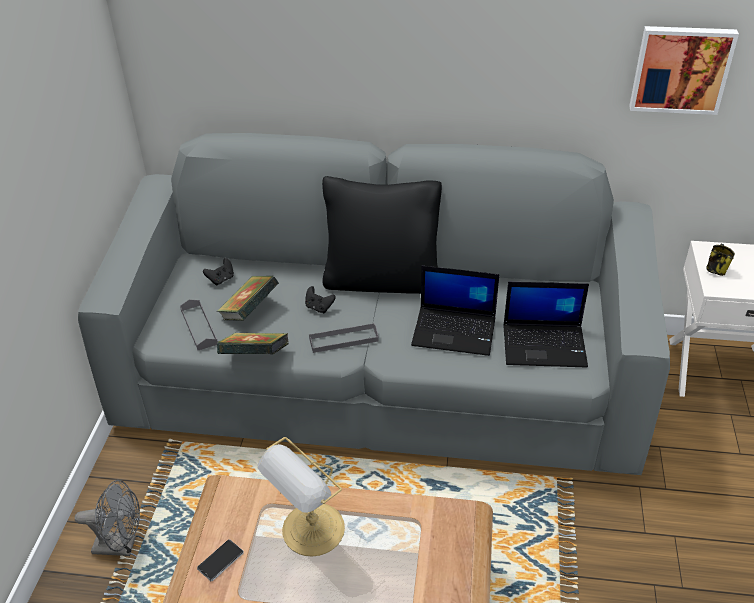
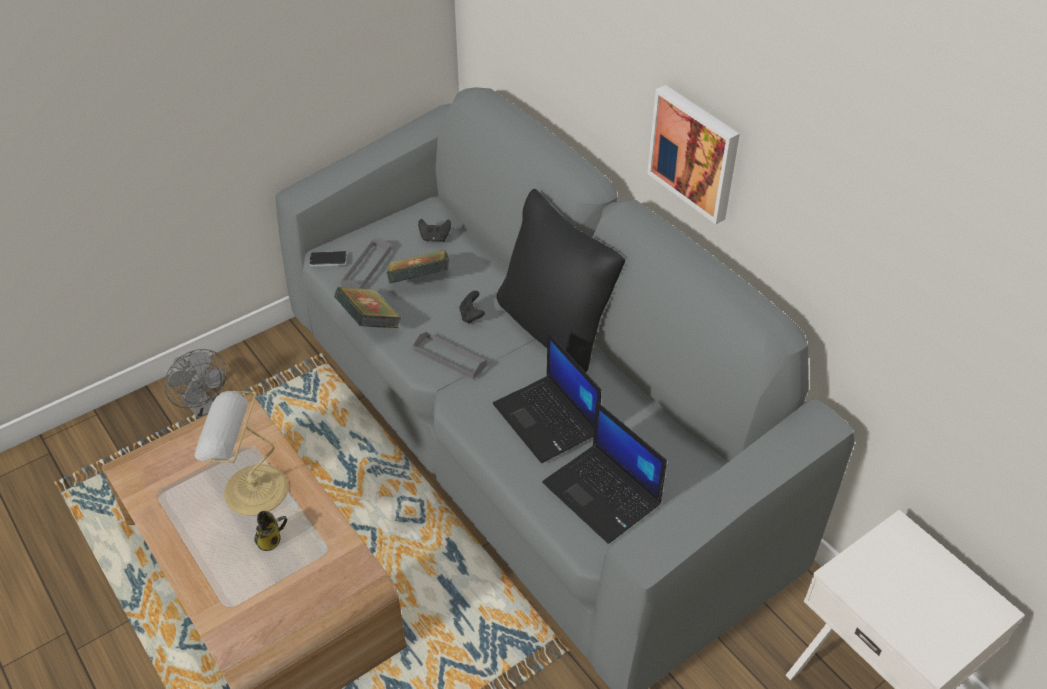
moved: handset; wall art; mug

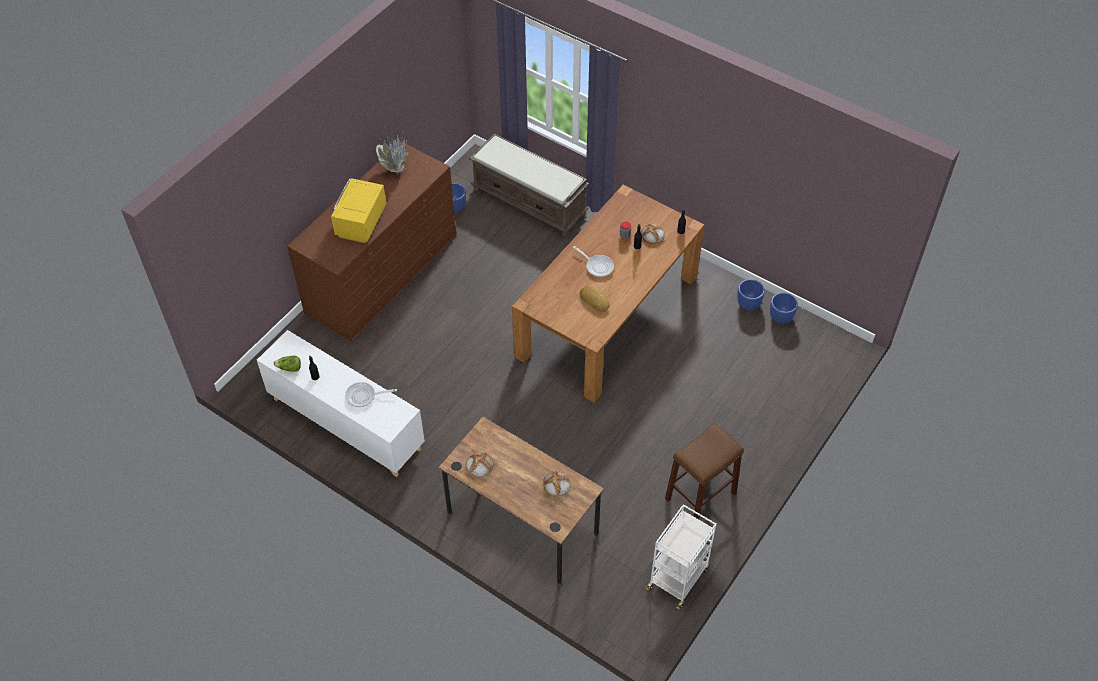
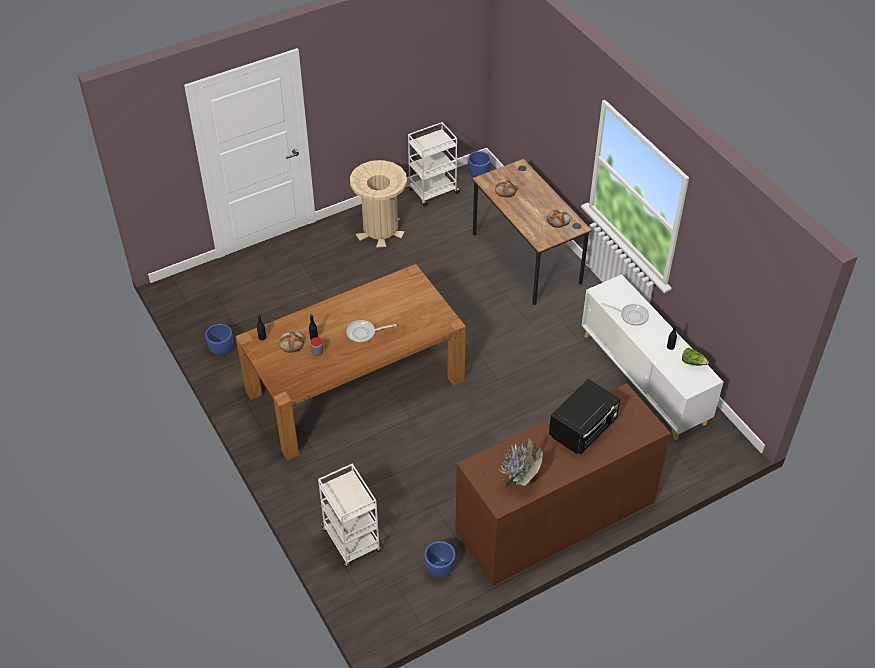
removed: baked bread (3rd from left)
moved: bluish plant pot (3rd from left)
replaced: brownish indoor bench to white wheeled cart (1st from left); brownish sitting stool to beige-coloured trash can
recoloured: yellowish microwave oven to black-coloured microwave oven
turned: skillet (2nd from left in the first image) 75 degrees counterclockwise

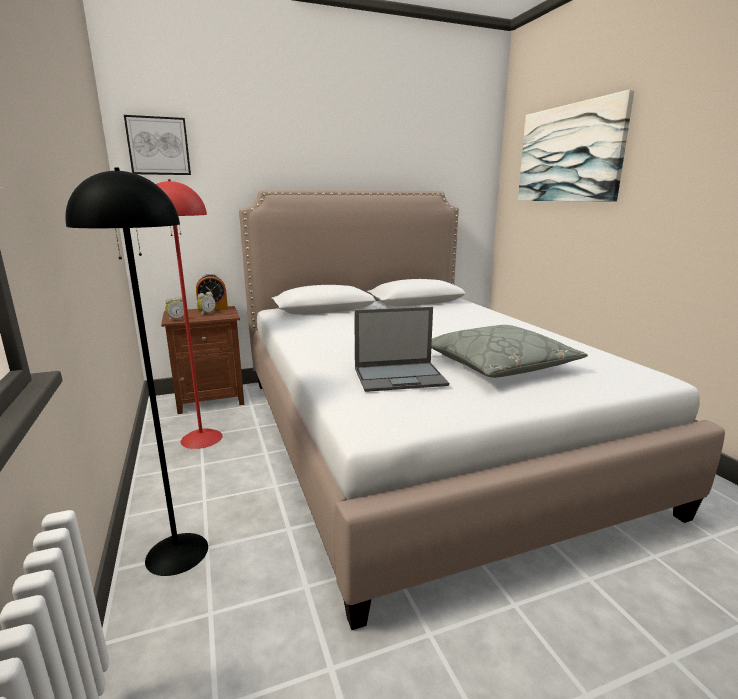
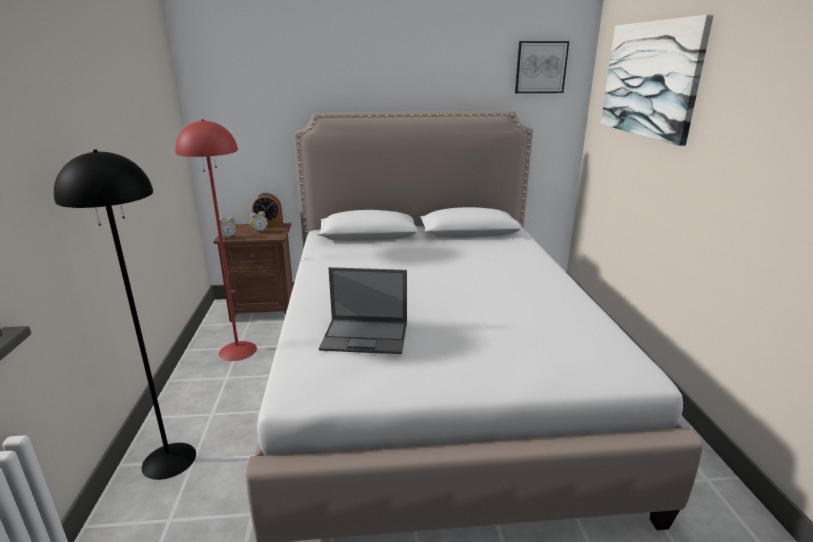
removed: grey pillow
moved: wall art (1st from left)

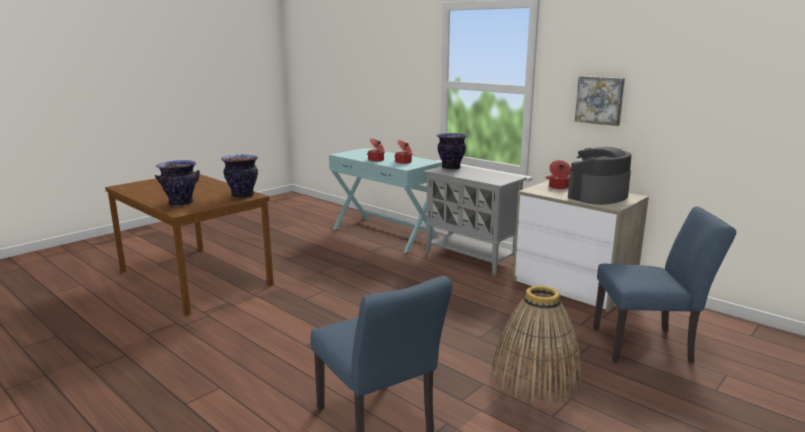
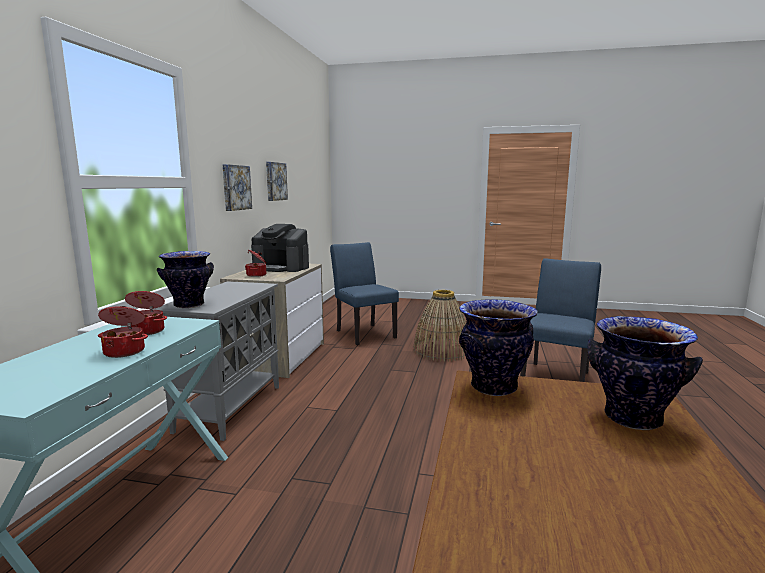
added: wall art (2nd from left)

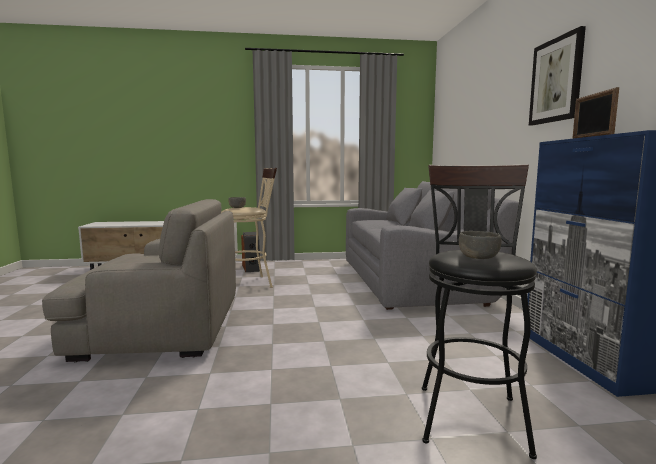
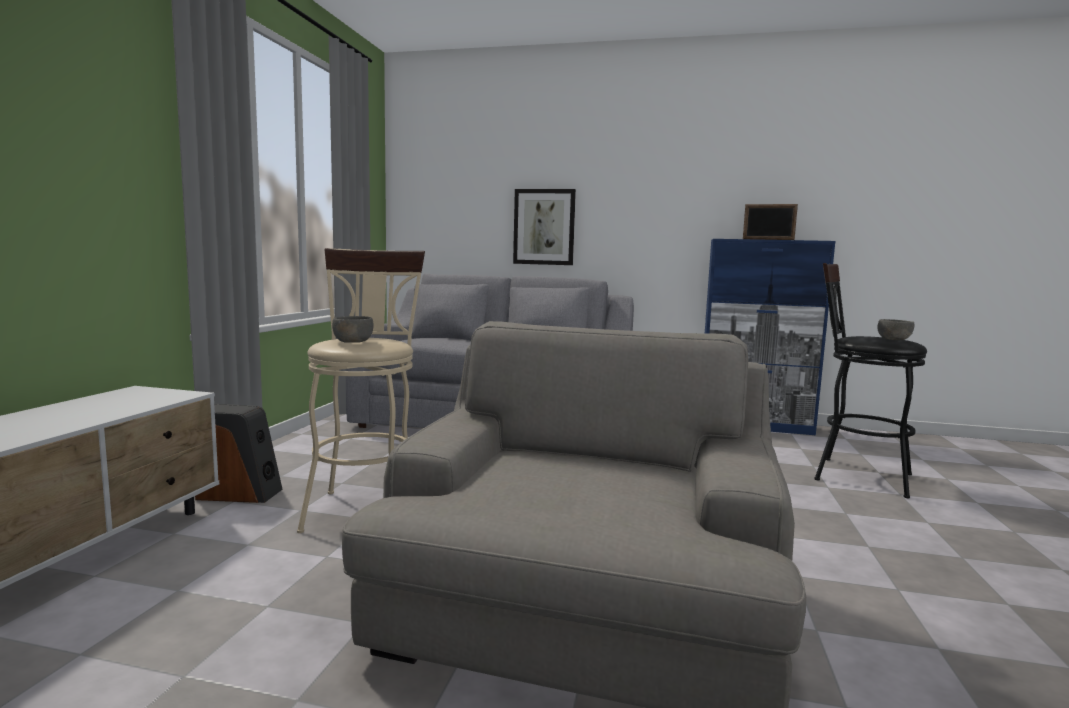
moved: wall art

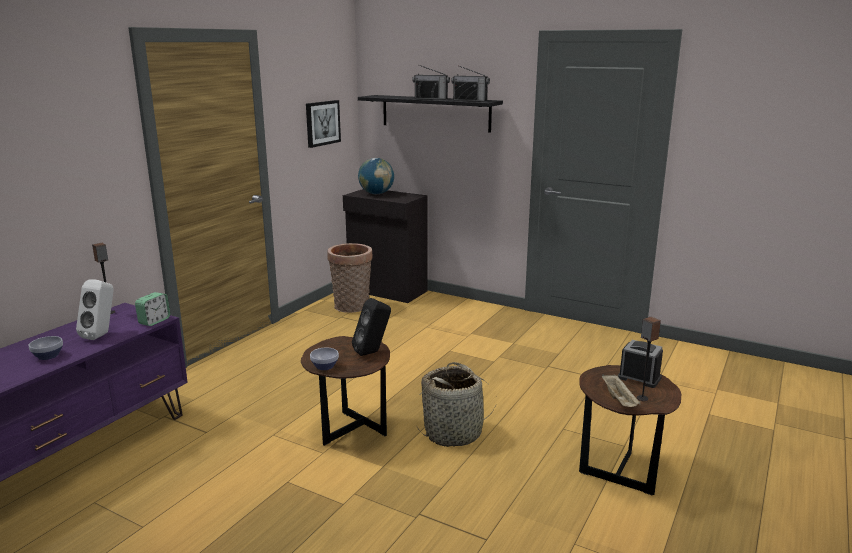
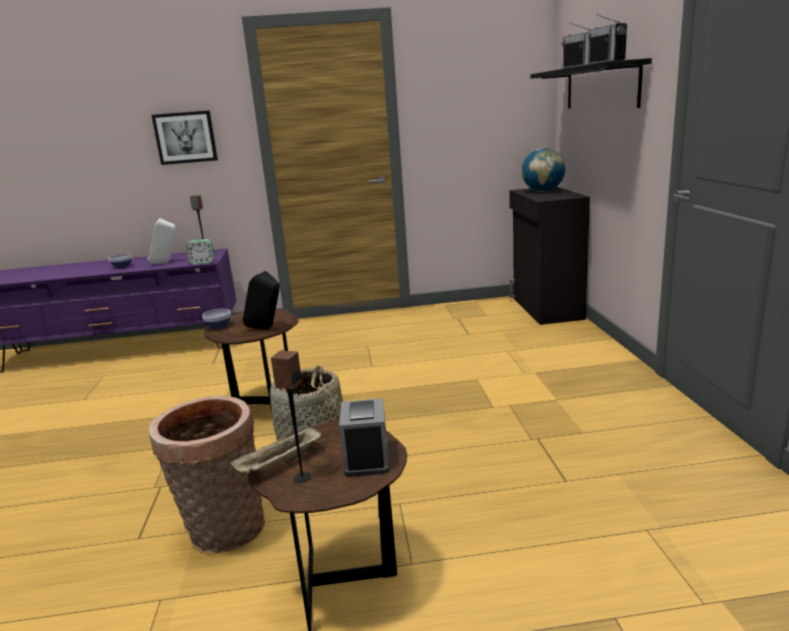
moved: wall art; household basket (1st from left)

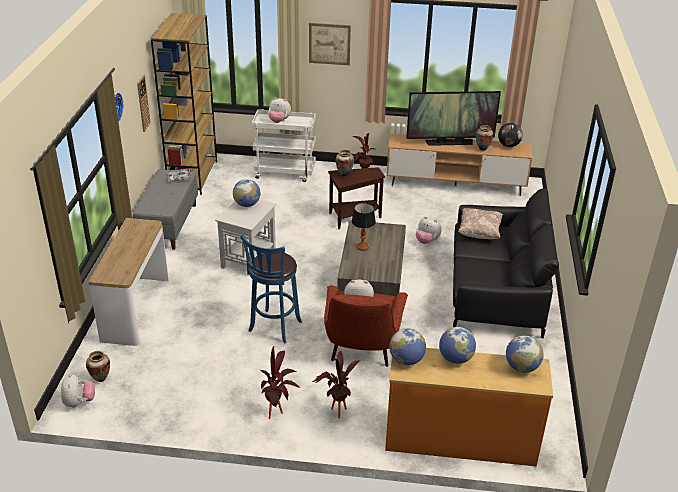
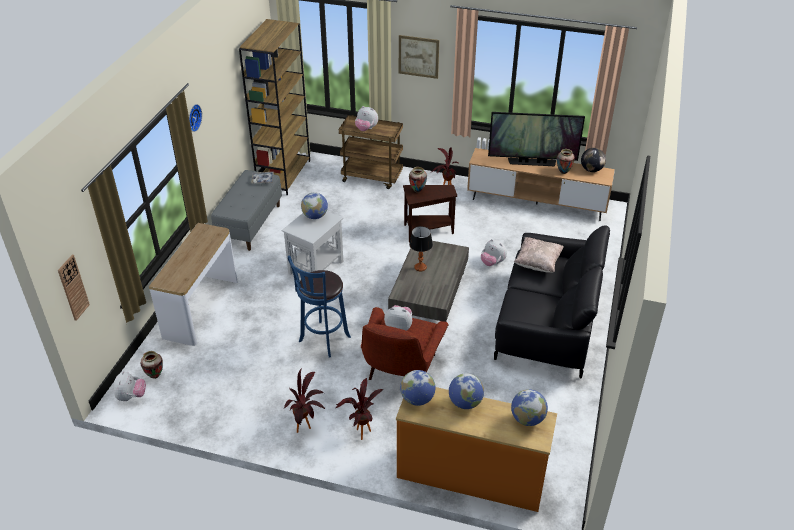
moved: hanging clock (2nd from left in the first image) to hanging clock (1st from left)
recoloured: white wheeled cart to brownish wheeled cart

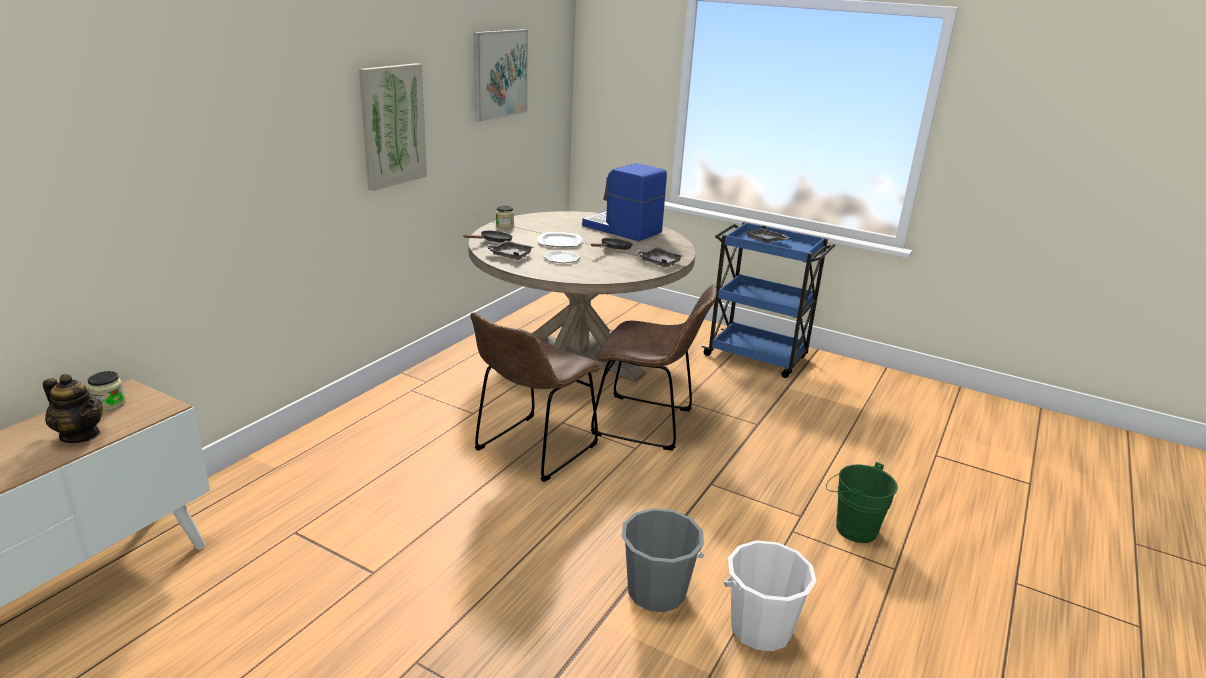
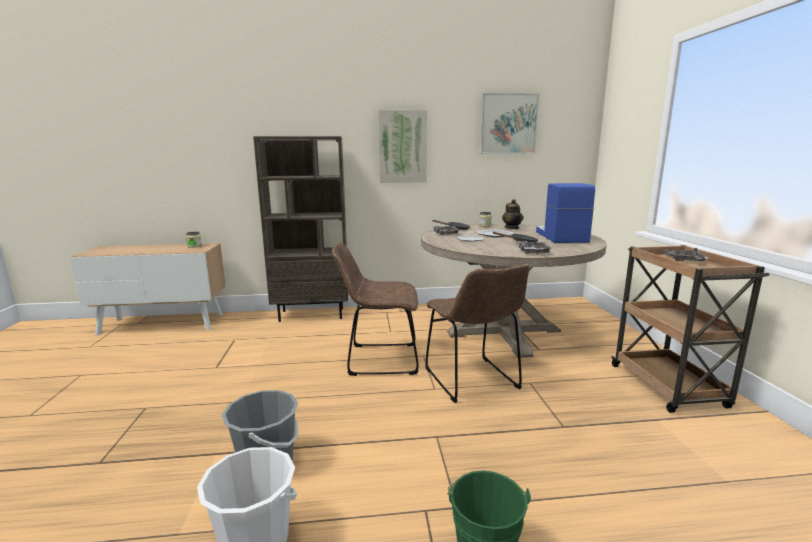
added: brownish bookshelf
moved: pot for tea
recoloured: bluish wheeled cart to brownish wheeled cart

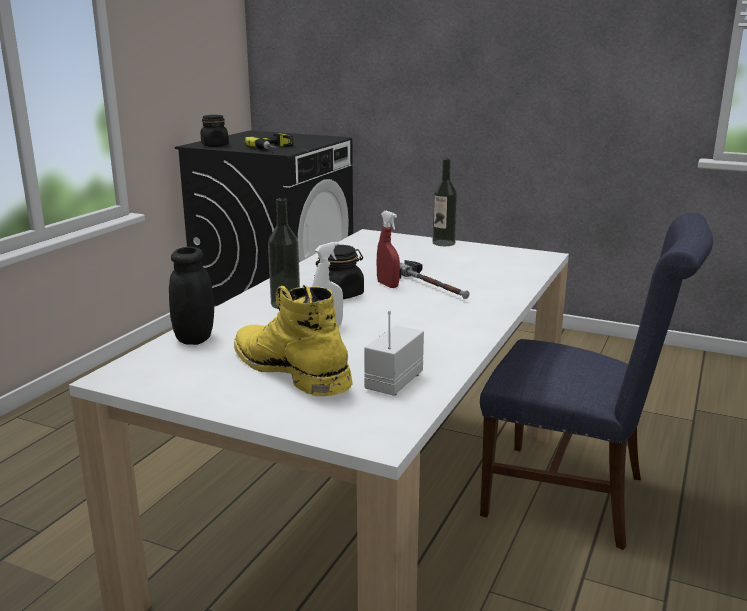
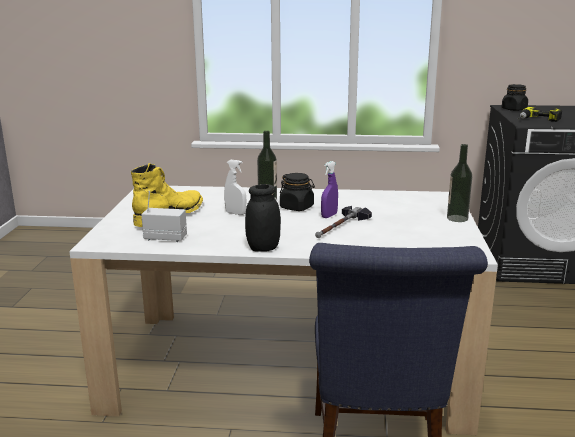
moved: black-coloured storage jar (1st from left)
recoloured: red hand sprayer to purple hand sprayer

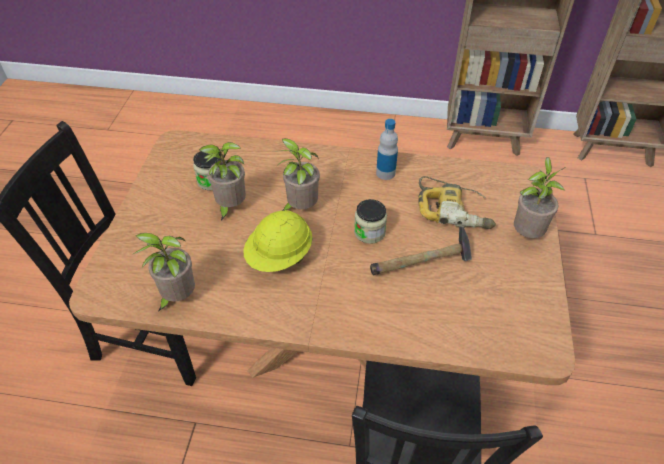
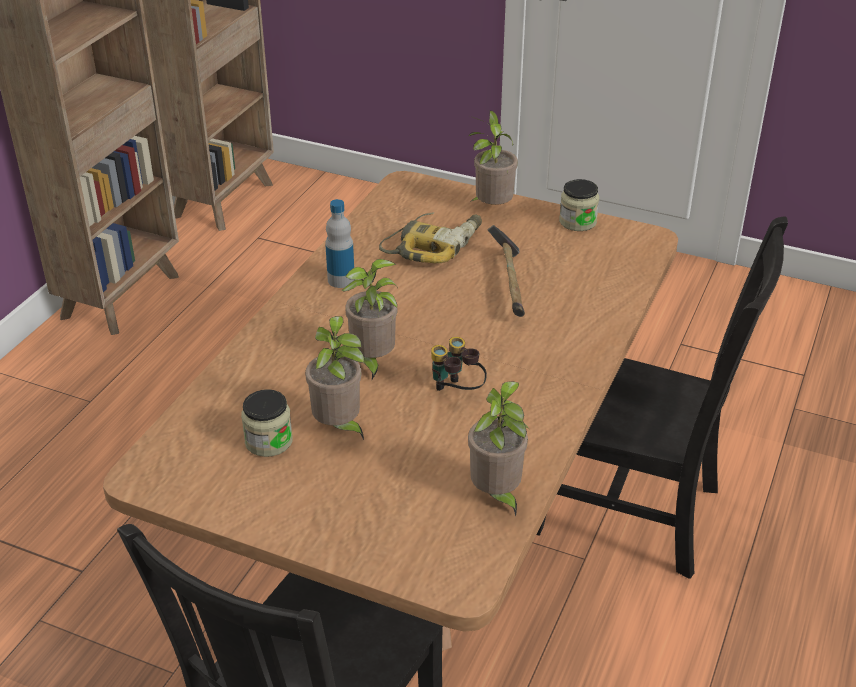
moved: storage jar (2nd from left)
replaced: yellowish safety helmet to field glasses

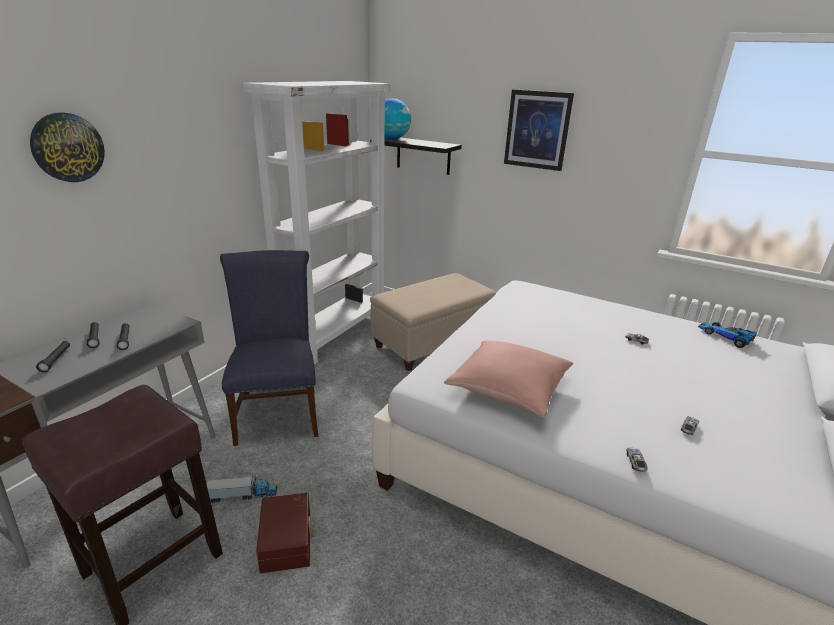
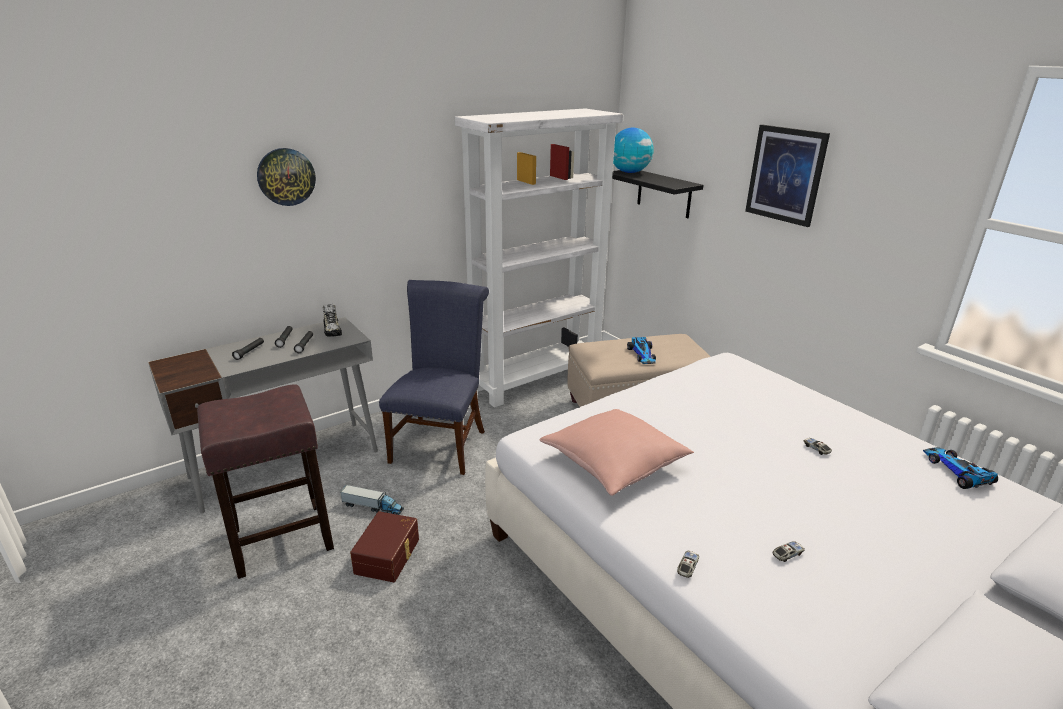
added: item of footwear; miniature car (1st from left)

